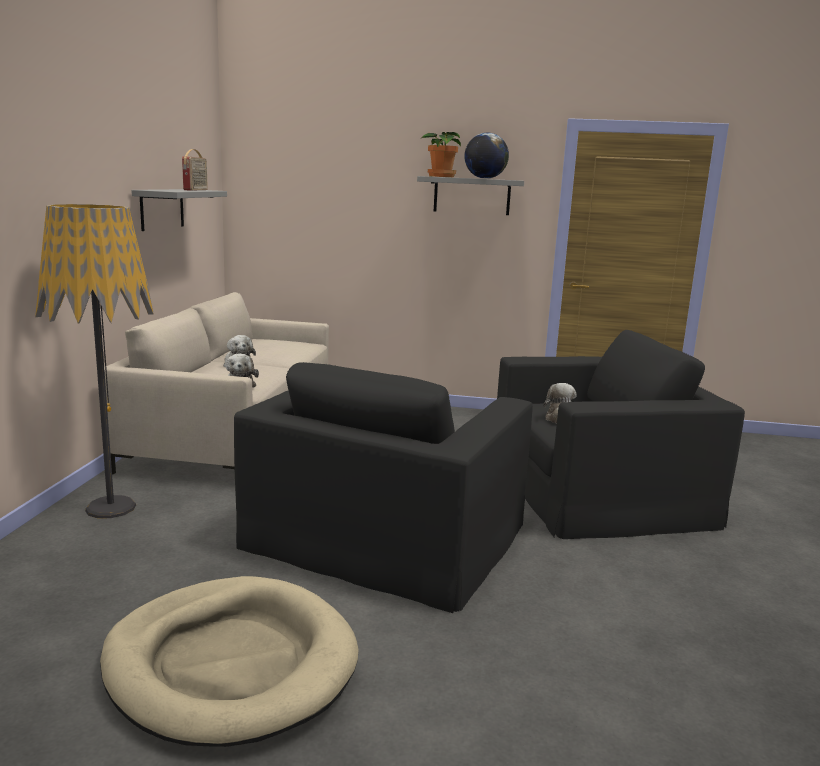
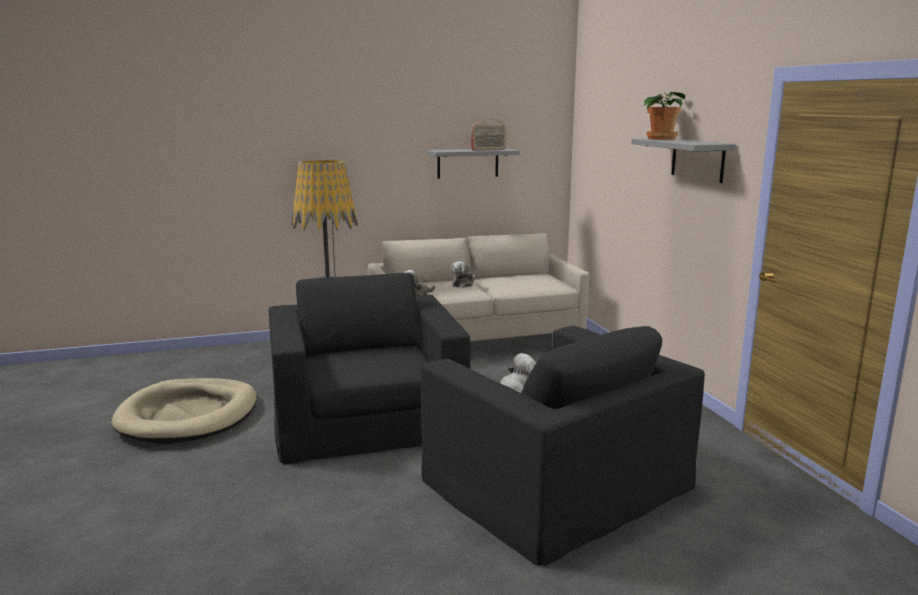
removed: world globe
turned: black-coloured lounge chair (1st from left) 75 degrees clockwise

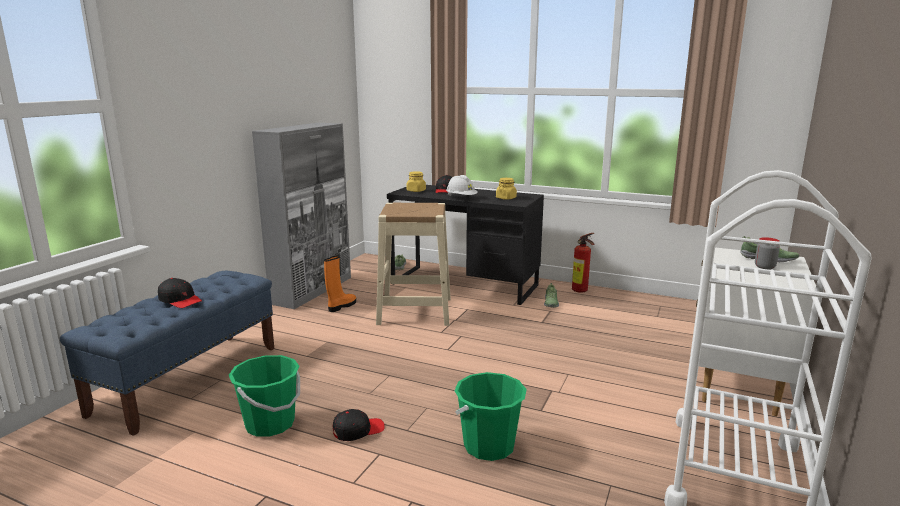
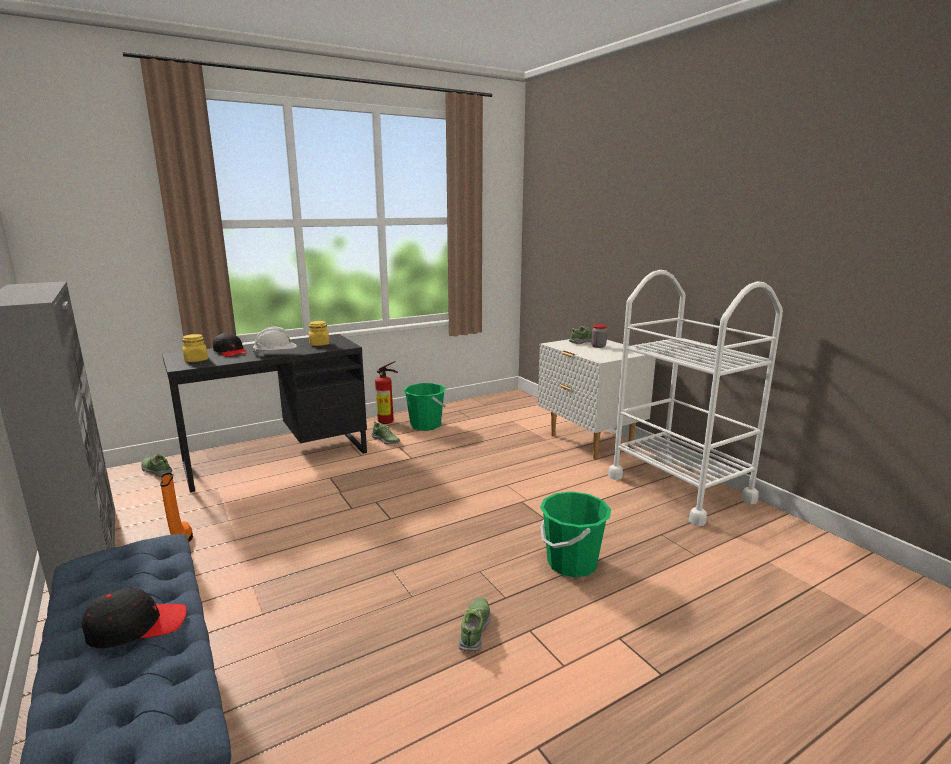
removed: beige-coloured sitting stool
moved: greenish bucket (1st from left)
replaced: black-coloured baseball cap (2nd from left) to item of footwear (3rd from left)

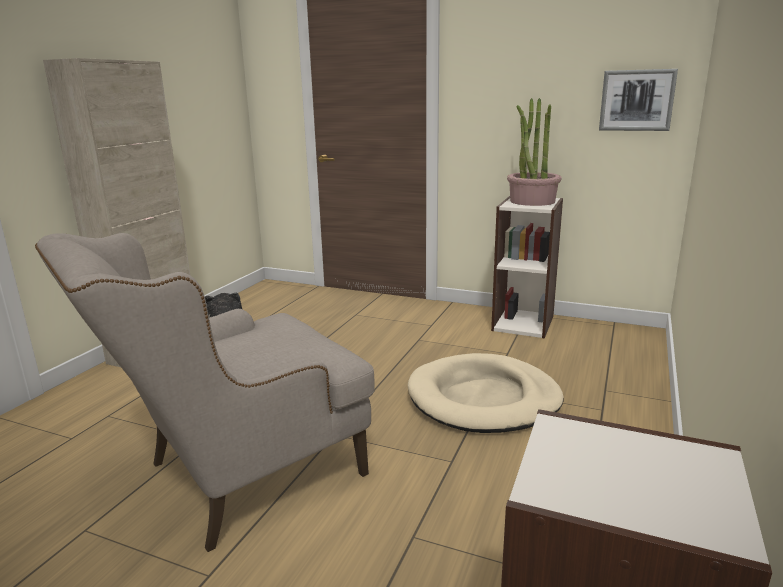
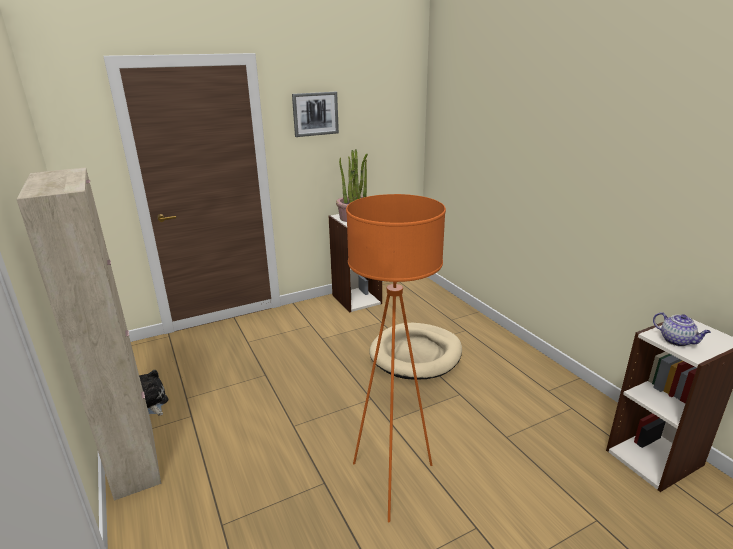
added: pot for tea
moved: wall art
replaced: beige-coloured lounge chair to orange-coloured standing lamp

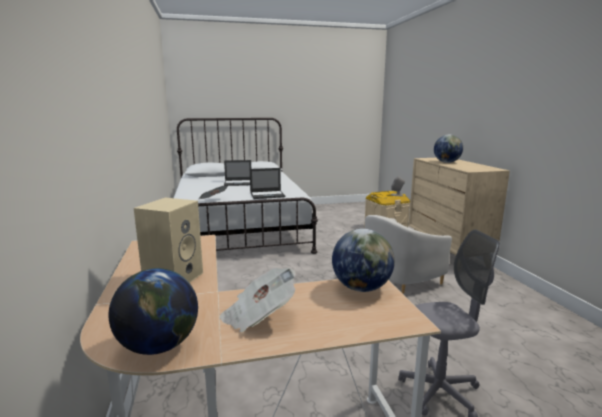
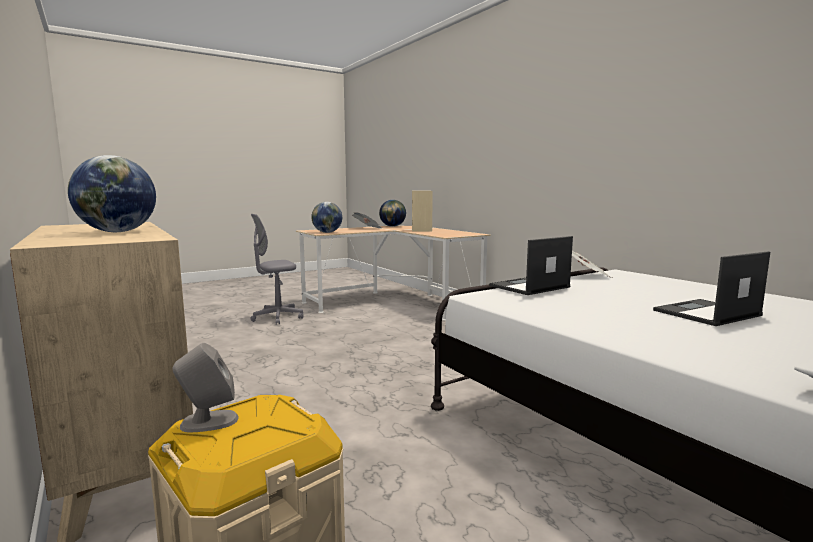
removed: white lounge chair

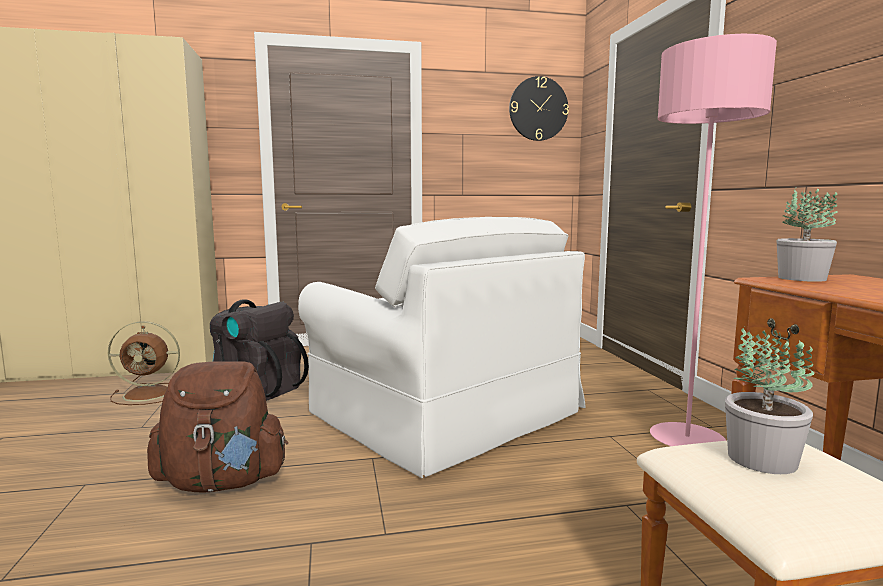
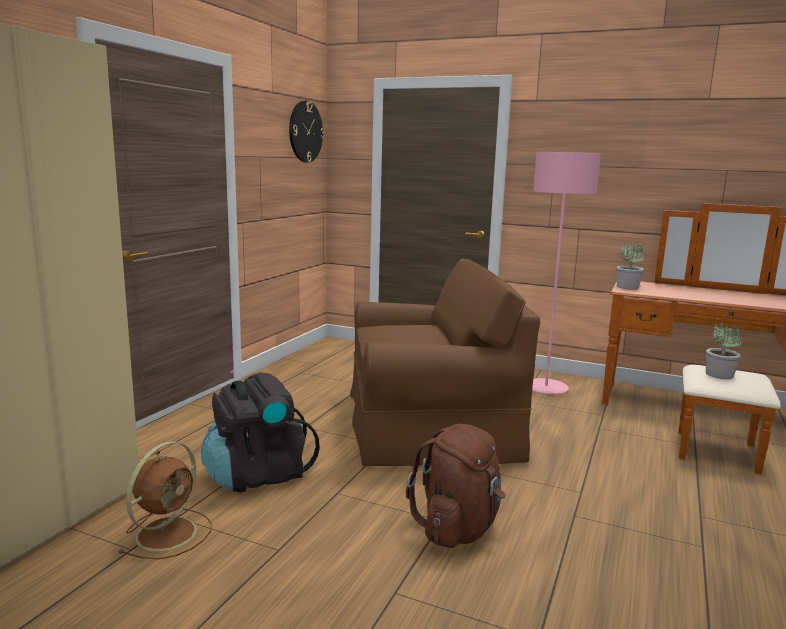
recoloured: white lounge chair to brownish lounge chair

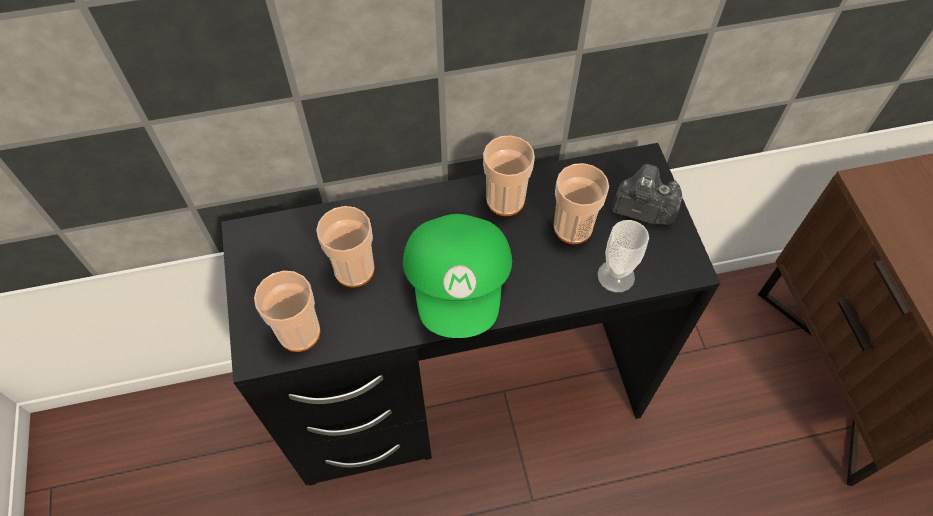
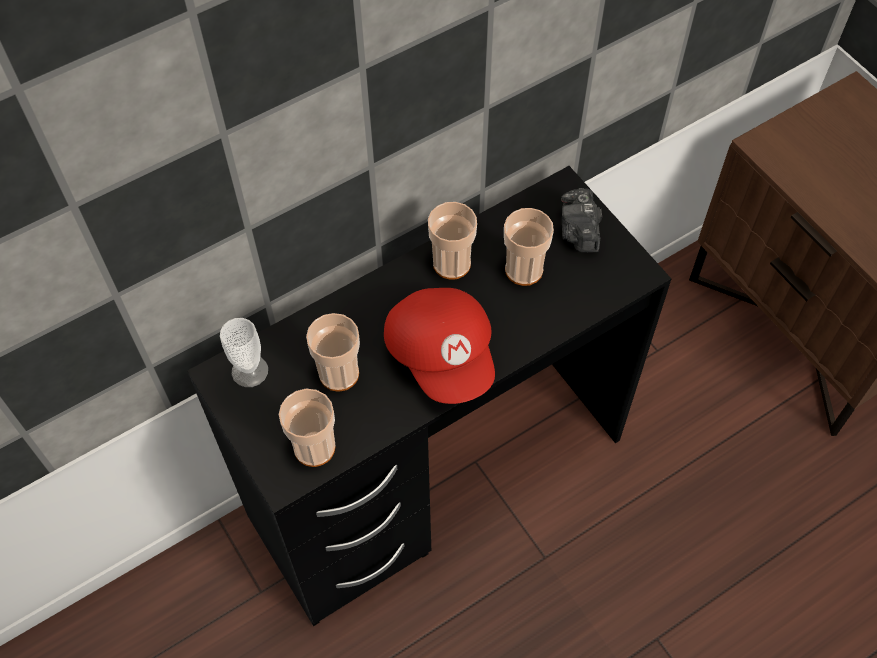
moved: small cup (5th from left in the first image) to small cup (1st from left)
recoloured: greenish baseball cap to red baseball cap
turned: still camera 90 degrees counterclockwise

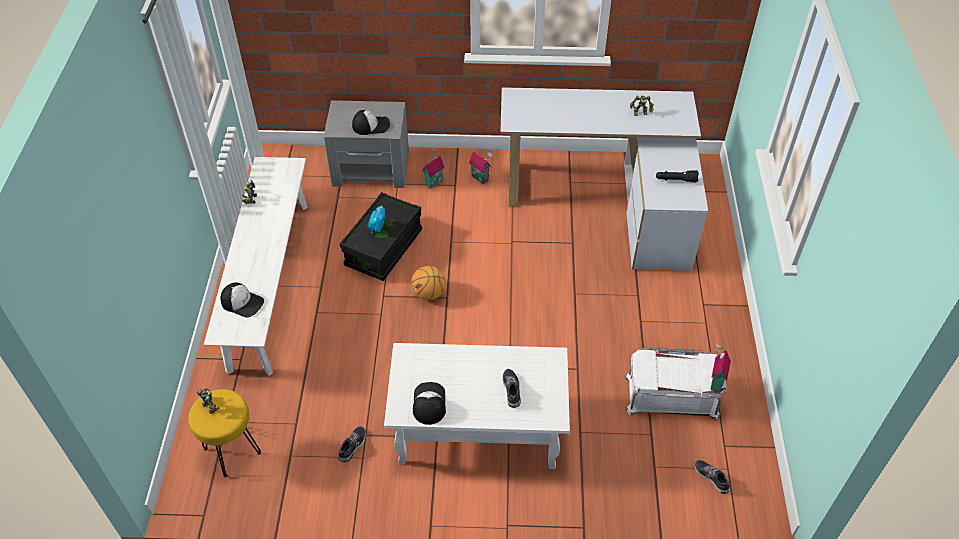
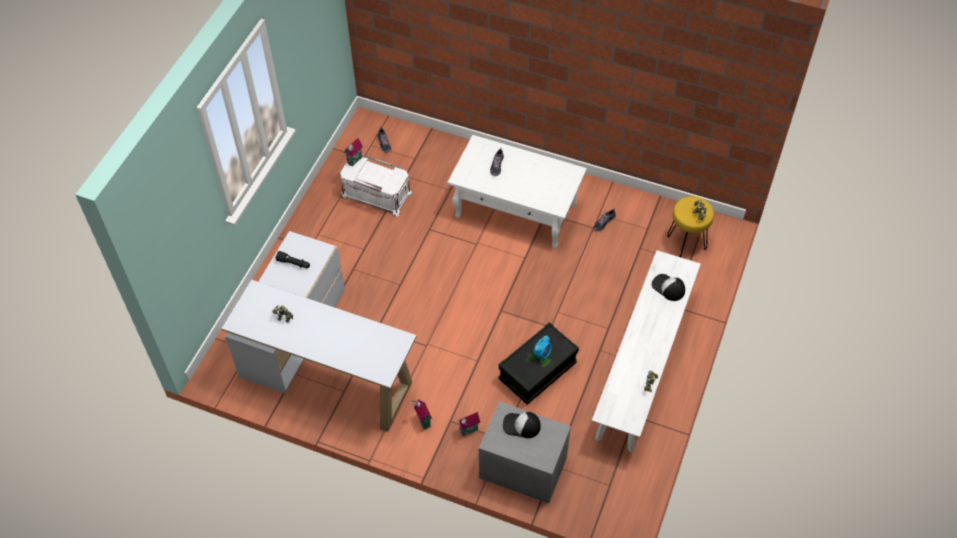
removed: basketball ball; baseball cap (3rd from left)

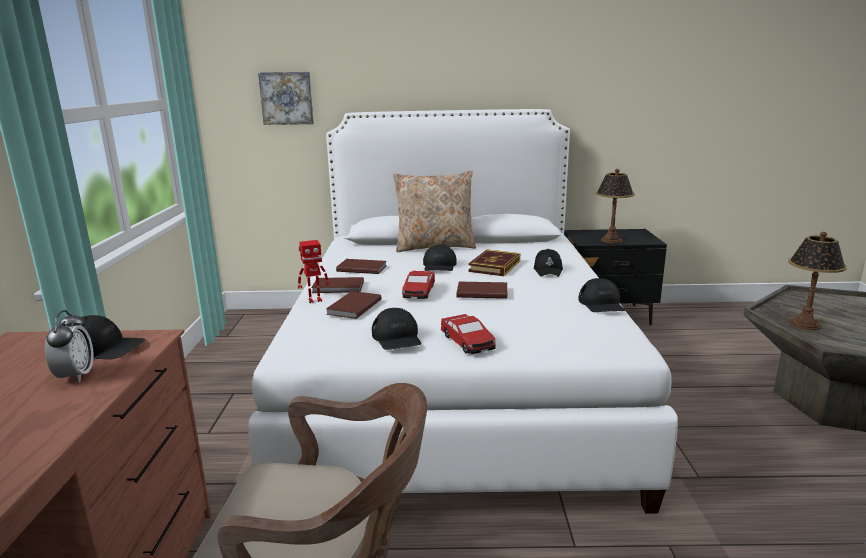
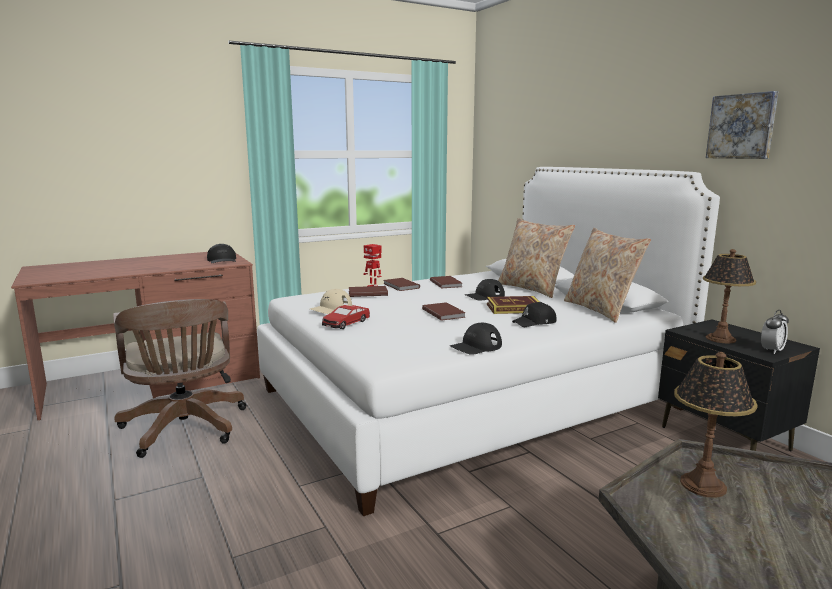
removed: miniature car (1st from left)
added: beige-coloured pillow (2nd from left)
moved: bedside clock; wall art
recoloured: black-coloured baseball cap (2nd from left) to beige-coloured baseball cap

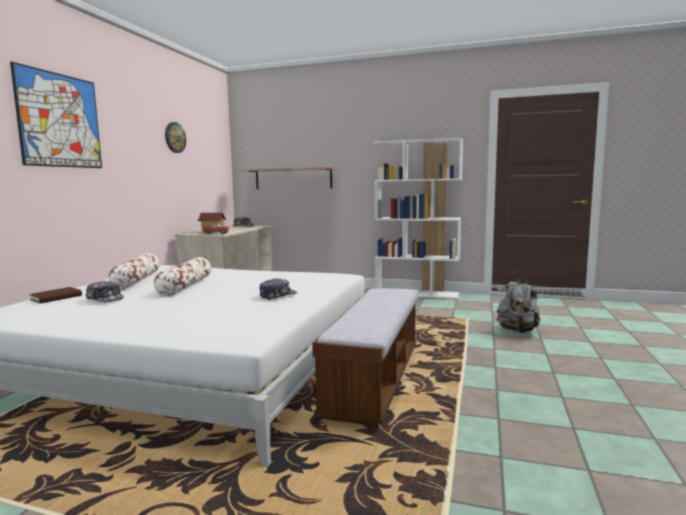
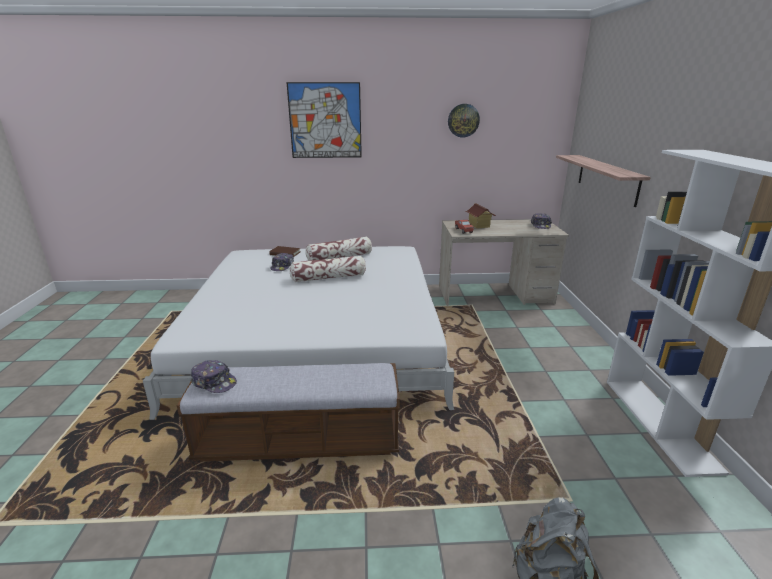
moved: baseball cap (3rd from left in the first image) to baseball cap (1st from left)

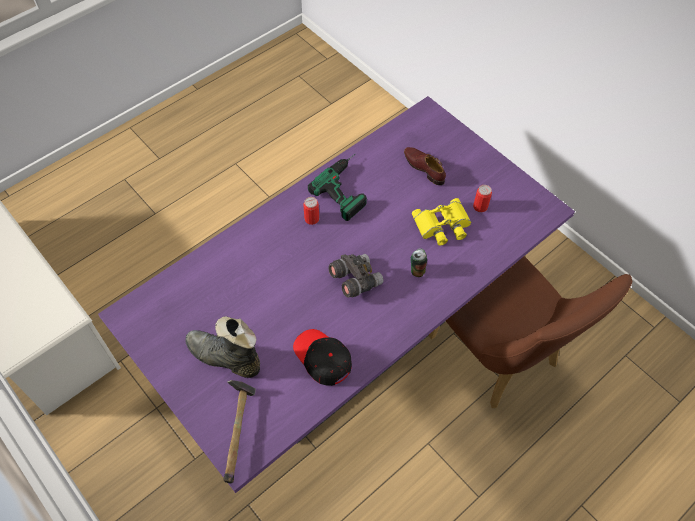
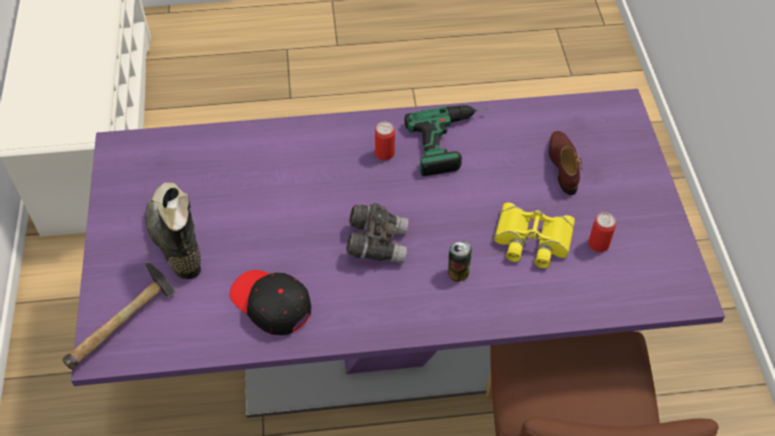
turned: black-coloured baseball cap 45 degrees counterclockwise

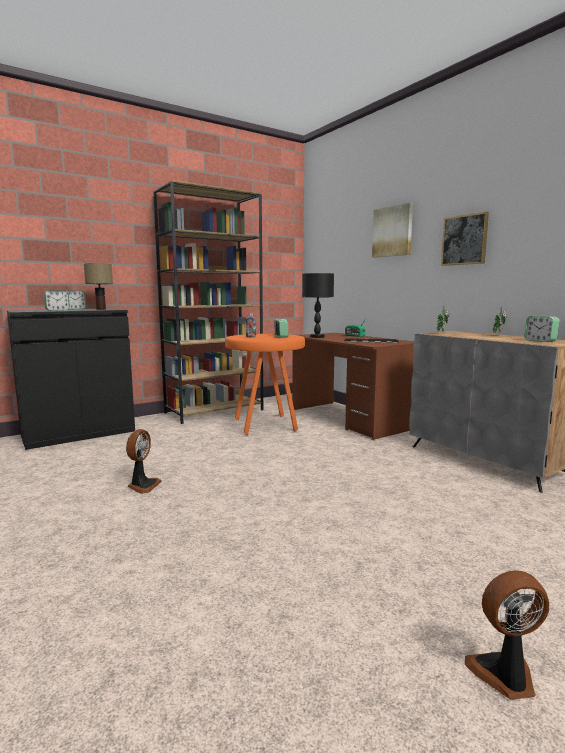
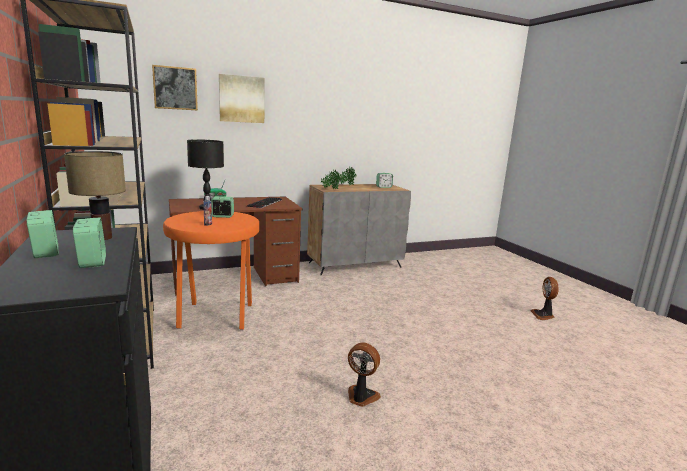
moved: wall art (2nd from left in the first image) to wall art (1st from left)

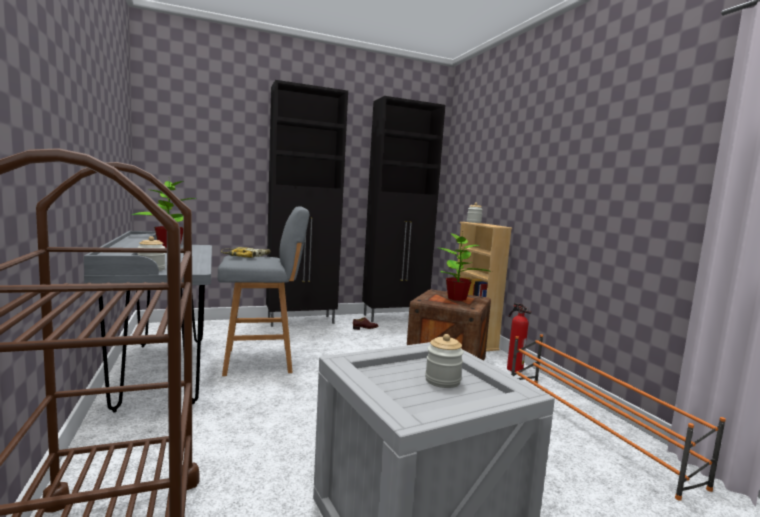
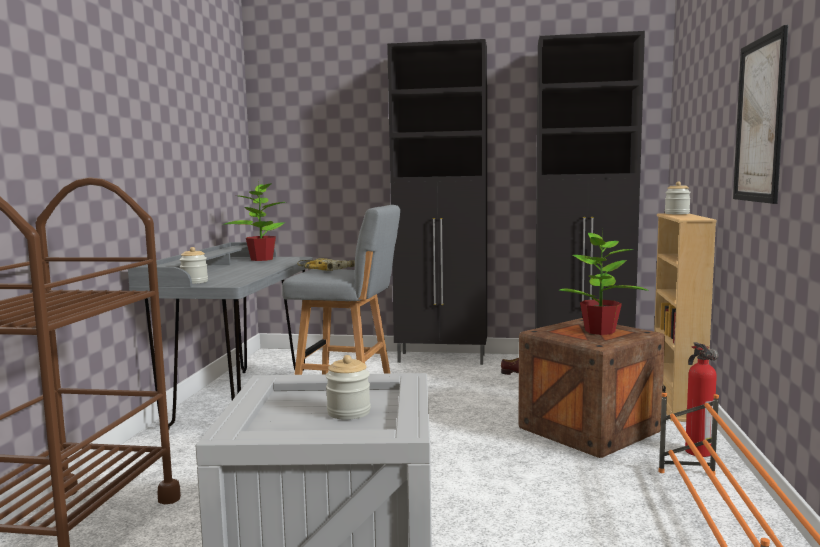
added: wall art

